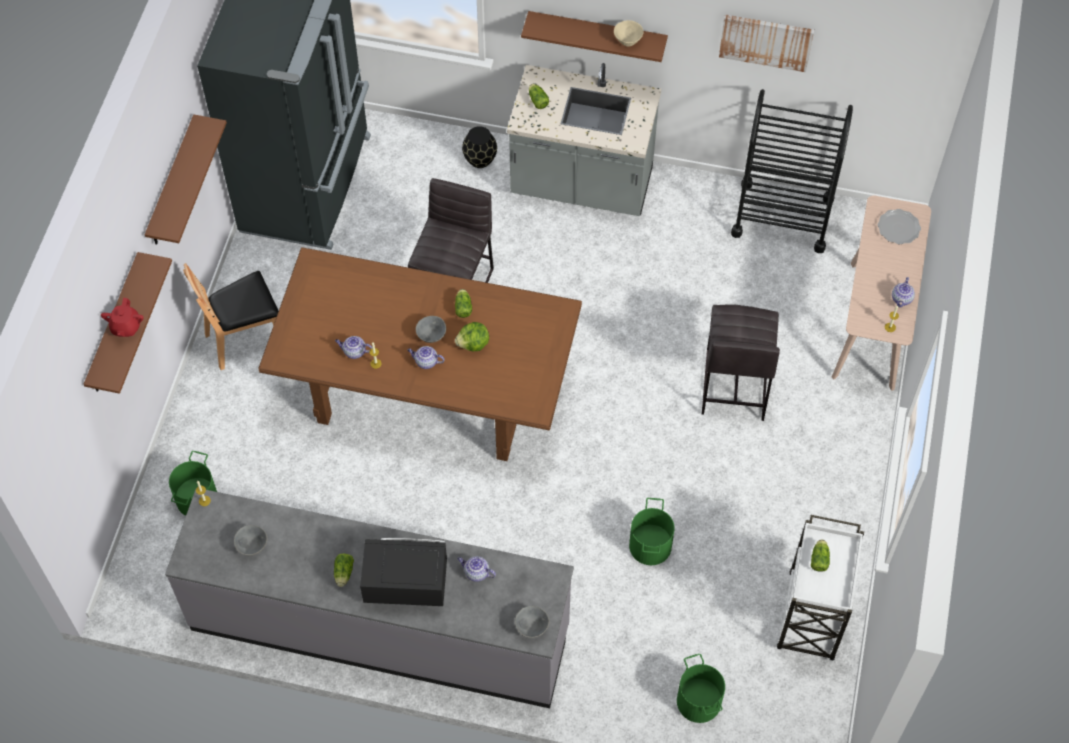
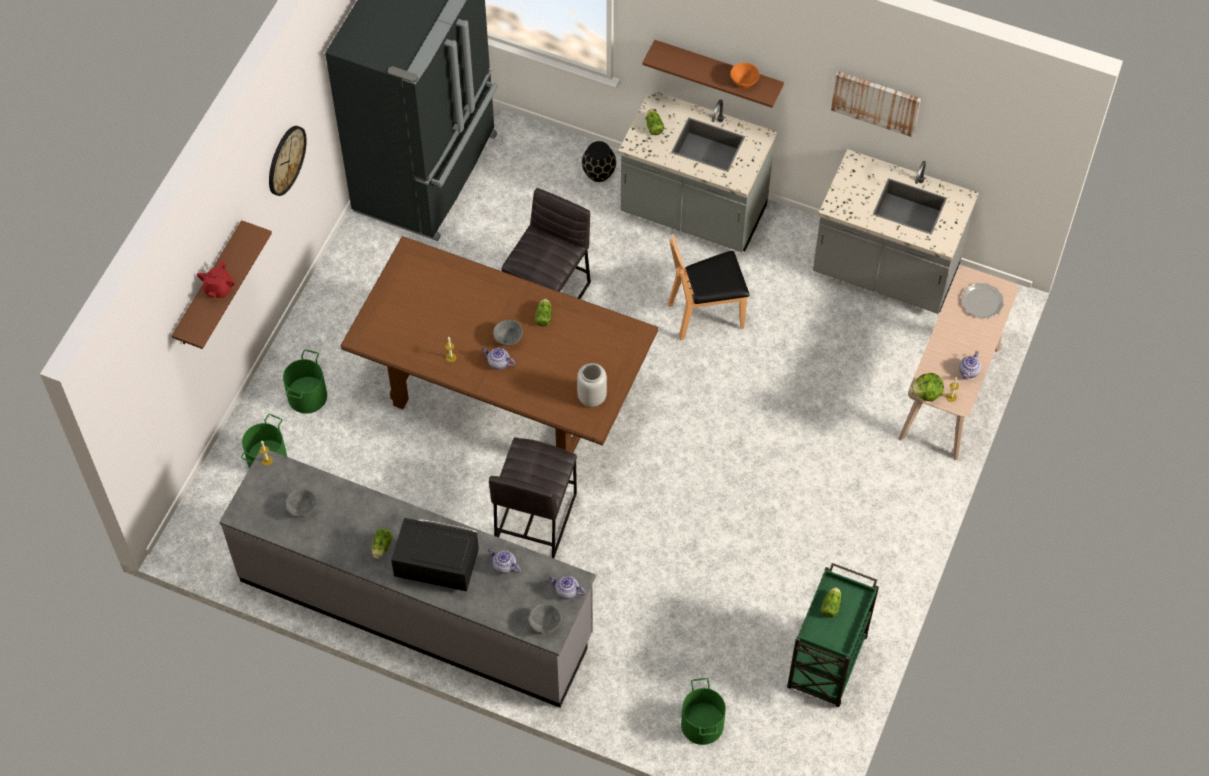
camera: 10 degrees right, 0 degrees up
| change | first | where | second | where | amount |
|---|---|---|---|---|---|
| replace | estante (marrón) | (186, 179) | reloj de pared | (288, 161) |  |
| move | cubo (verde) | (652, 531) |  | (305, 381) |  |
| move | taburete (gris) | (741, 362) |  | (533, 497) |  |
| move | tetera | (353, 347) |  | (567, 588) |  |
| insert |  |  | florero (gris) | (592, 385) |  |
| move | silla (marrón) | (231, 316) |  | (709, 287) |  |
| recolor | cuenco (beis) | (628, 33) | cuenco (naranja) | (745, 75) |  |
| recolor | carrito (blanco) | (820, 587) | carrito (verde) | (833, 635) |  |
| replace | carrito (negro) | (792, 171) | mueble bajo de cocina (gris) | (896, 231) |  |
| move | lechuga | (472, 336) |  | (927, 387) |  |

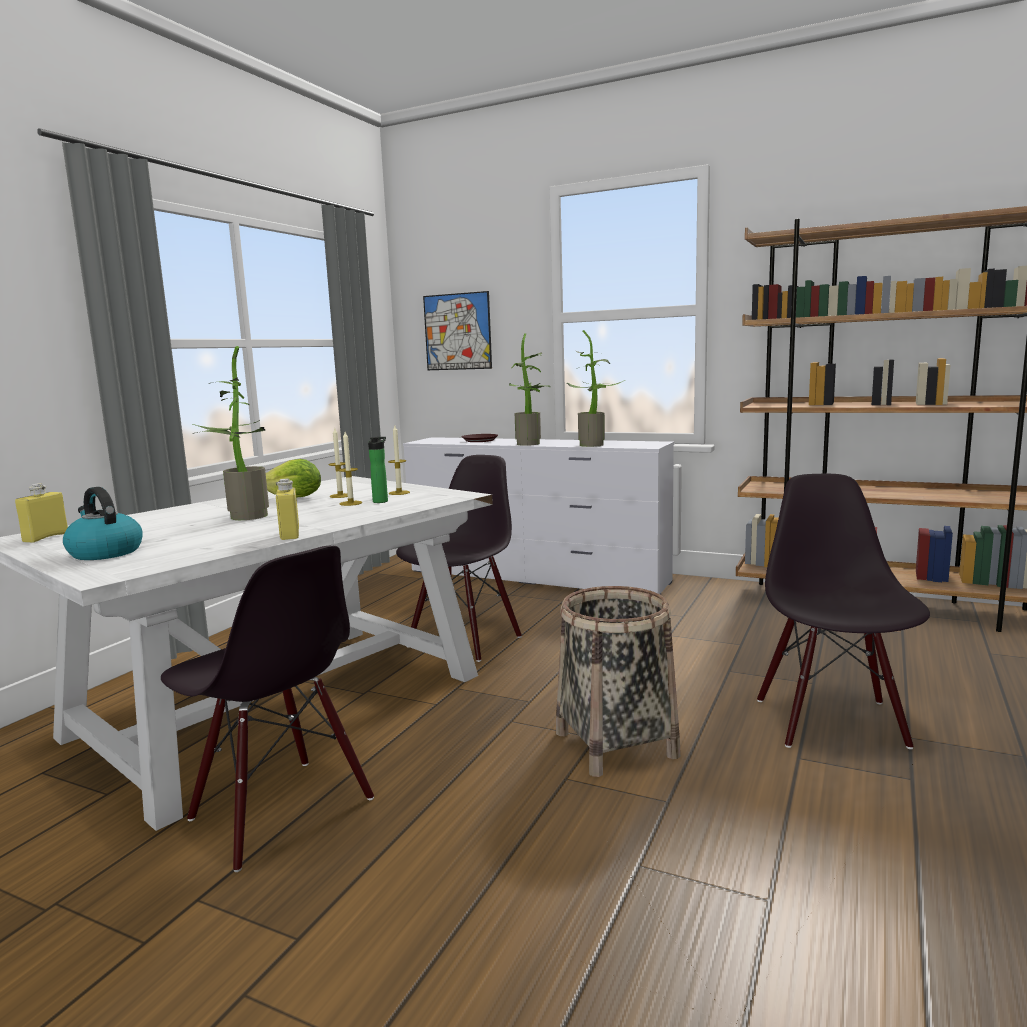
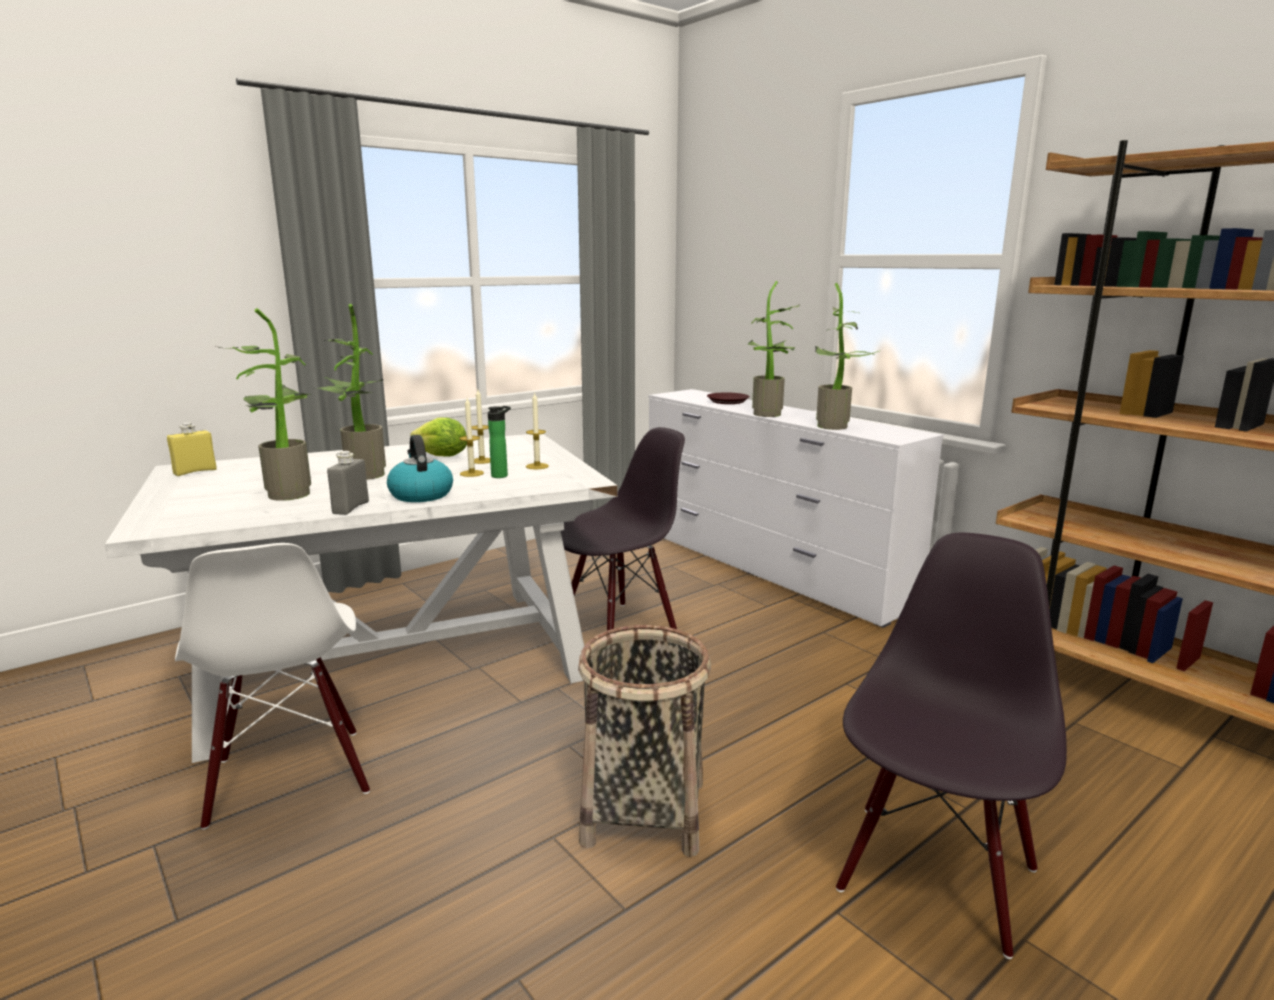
camera: 25 degrees right, 5 degrees up
| change | first | where | second | where | amount |
|---|---|---|---|---|---|
| recolor | silla (negro) | (267, 709) | silla (blanco) | (272, 686) |  |
| insert |  |  | planta en maceta | (264, 404) |  |
| recolor | botella (amarillo) | (287, 509) | botella (gris) | (348, 483) |  |
| move | hervidor | (103, 523) |  | (420, 468) |  |
| delete | cuadro | (457, 330) |  |  |  |

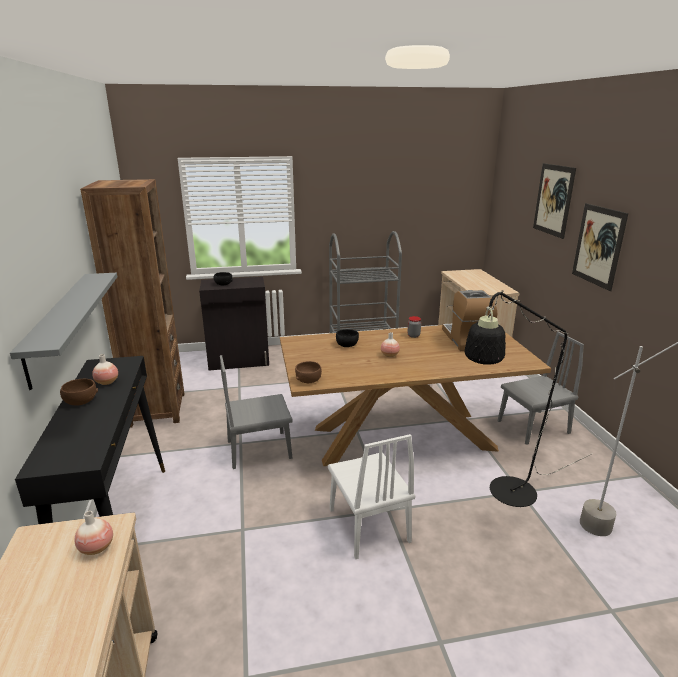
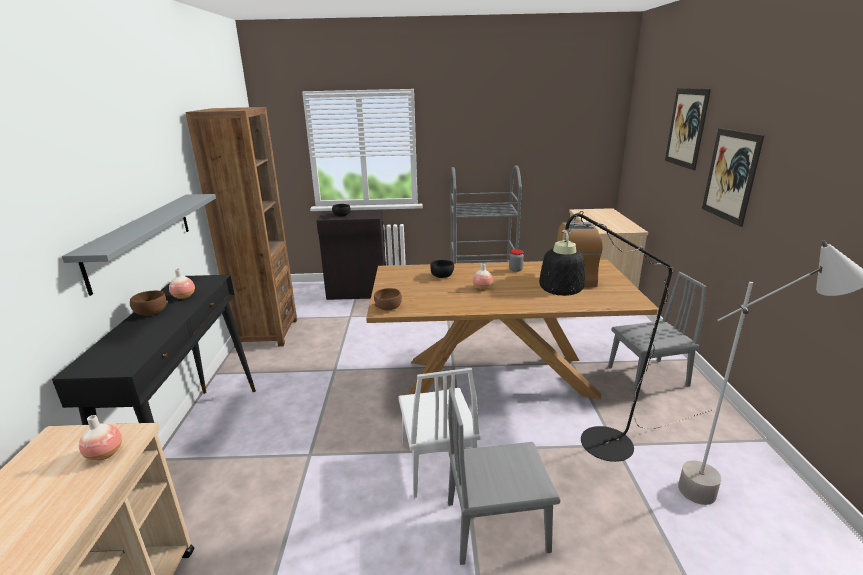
camera: 10 degrees right, 0 degrees up
| change | first | where | second | where | amount |
|---|---|---|---|---|---|
| move | silla (gris) | (256, 412) |  | (504, 476) |  |

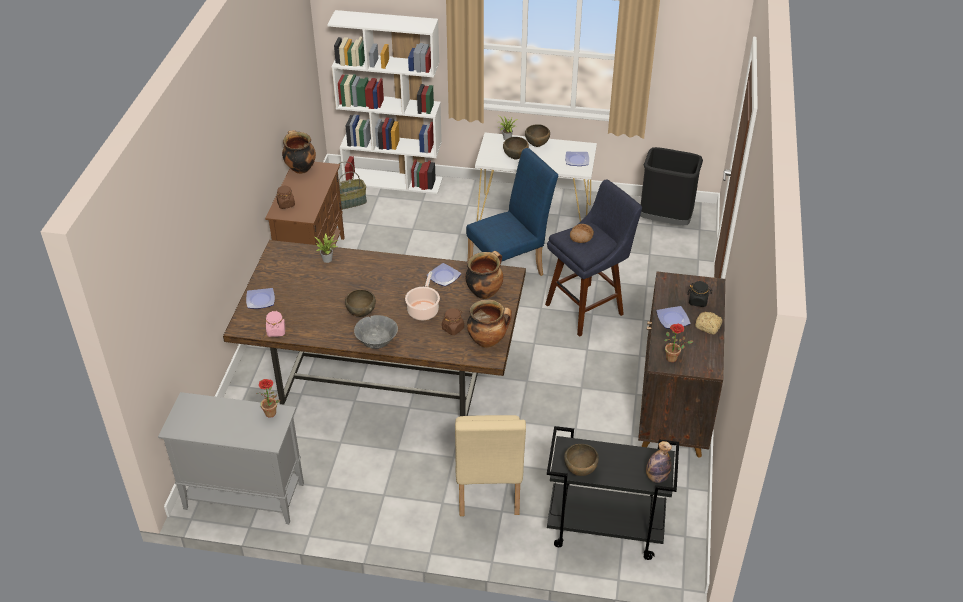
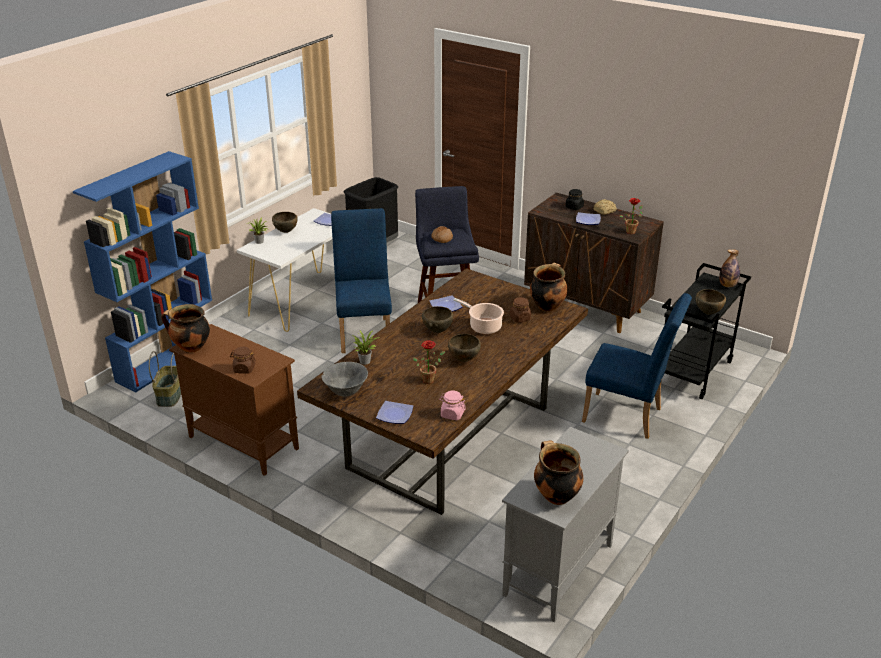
camera: 65 degrees left, 10 degrees down
| change | first | where | second | where | amount |
|---|---|---|---|---|---|
| recolor | estantería (blanco) | (385, 102) | estantería (azul) | (142, 271) |  |
| move | cuenco (gris) | (376, 332) |  | (344, 379) |  |
| move | planta en maceta | (268, 398) |  | (429, 362) |  |
| move | cuenco (marrón) | (516, 148) |  | (437, 319) |  |
| move | olla | (484, 275) |  | (558, 473) |  |
| recolor | silla (beis) | (490, 465) | silla (azul) | (637, 366) |  |

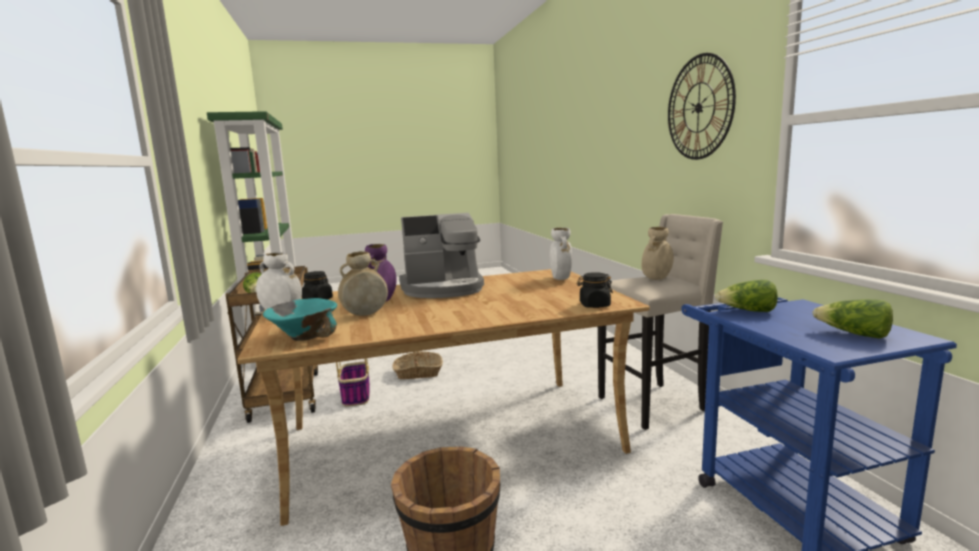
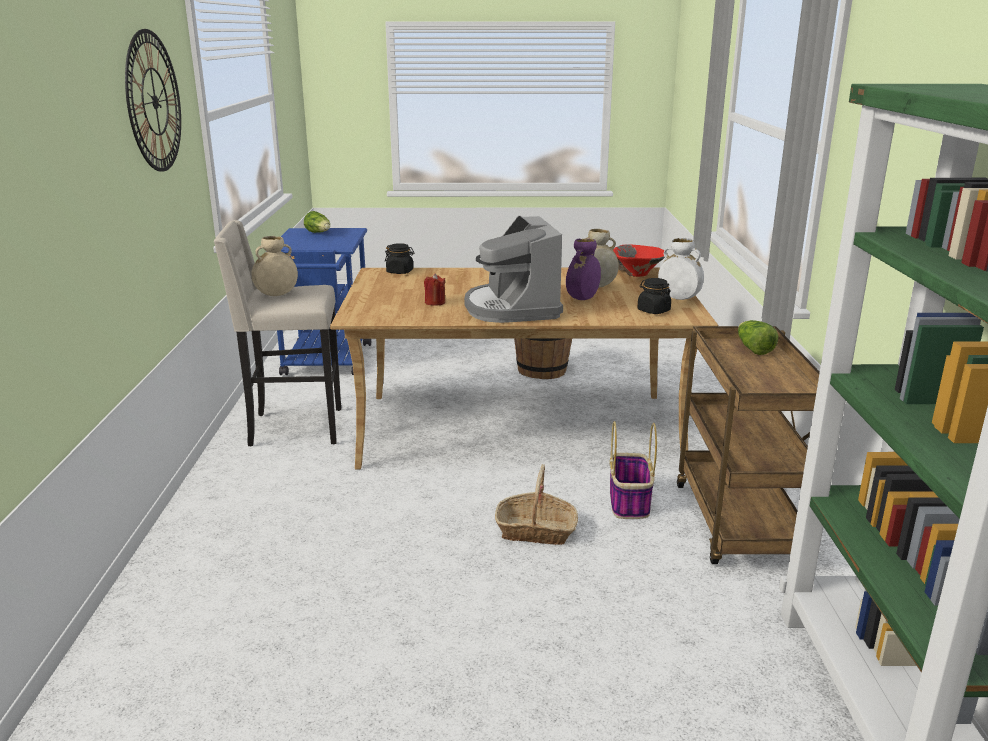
camera: 165 degrees left, 10 degrees up
| change | first | where | second | where | amount |
|---|---|---|---|---|---|
| insert |  |  | vela (rojo) | (434, 290) |  |
| rotate | cafetera | (441, 255) |  | (513, 269) | 105 degrees counterclockwise |
| recolor | cuenco (turquesa) | (300, 319) | cuenco (rojo) | (639, 260) |  |
| delete | florero (blanco) | (561, 254) |  |  |  |
| delete | lechuga | (746, 296) |  |  |  |

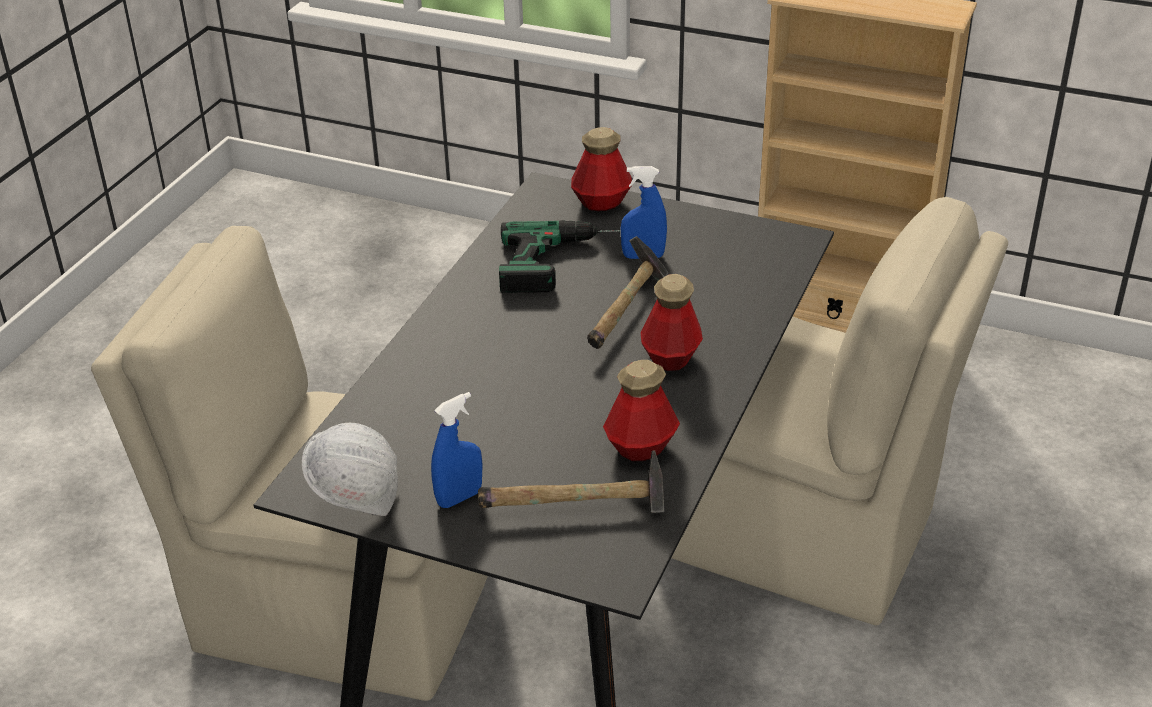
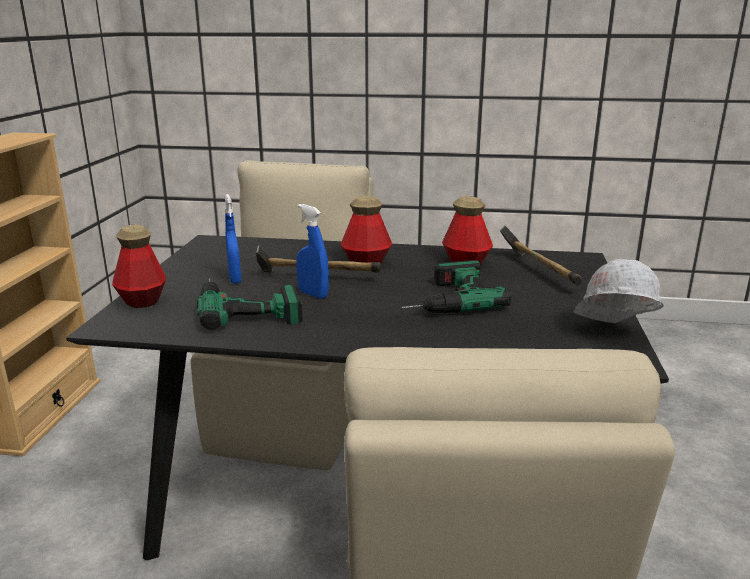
camera: 105 degrees left, 15 degrees down
| change | first | where | second | where | amount |
|---|---|---|---|---|---|
| move | pulverizador (azul) | (457, 450) |  | (312, 251) |  |
| insert |  |  | taladro | (456, 286) |  |

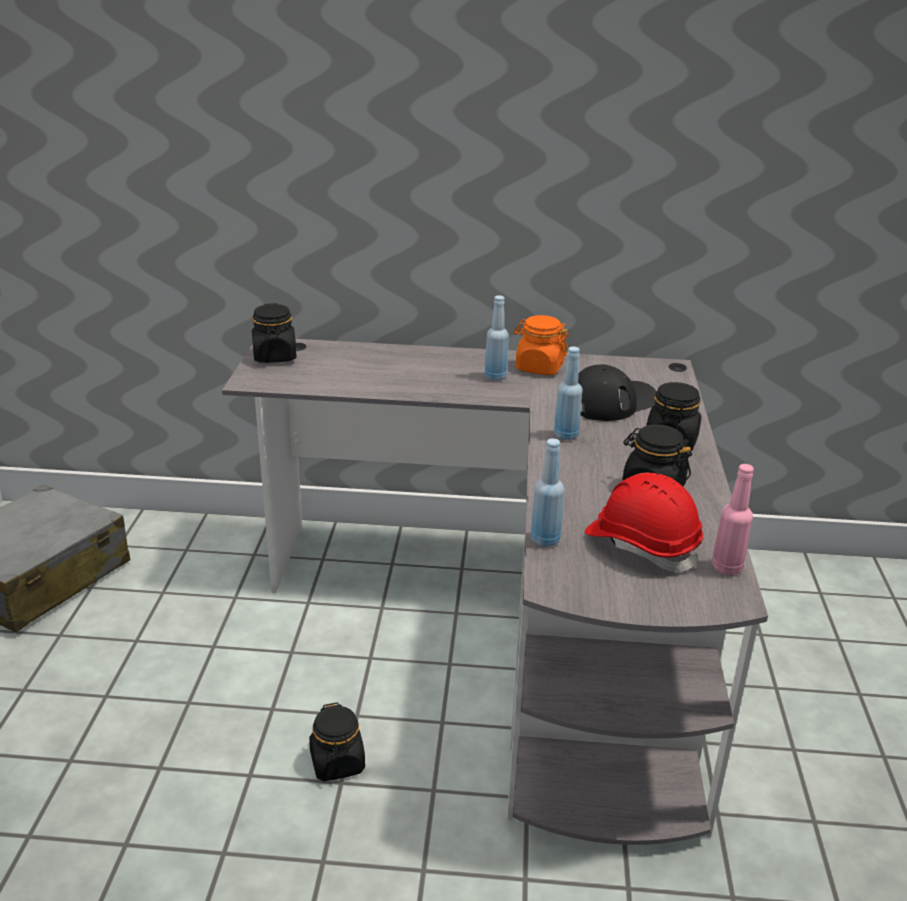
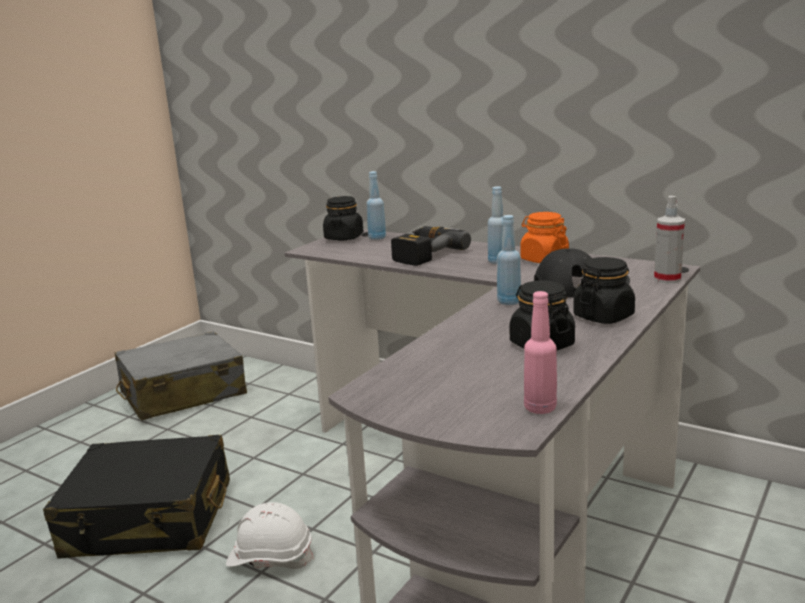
camera: 30 degrees right, 10 degrees down
| change | first | where | second | where | amount |
|---|---|---|---|---|---|
| insert |  |  | maleta (negro) | (136, 496) |  |
| replace | tarro (negro) | (337, 741) | casco (blanco) | (270, 535) |  |
| move | botella (azul) | (548, 493) |  | (376, 205) |  |
| insert |  |  | taladro | (431, 246) |  |
| insert |  |  | pulverizador | (669, 239) |  |
| delete | casco (rojo) | (644, 522) |  |  |  |

